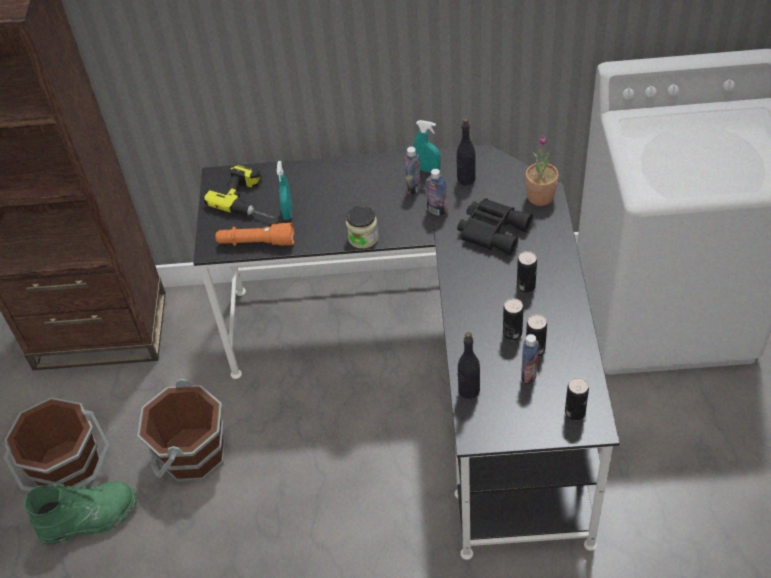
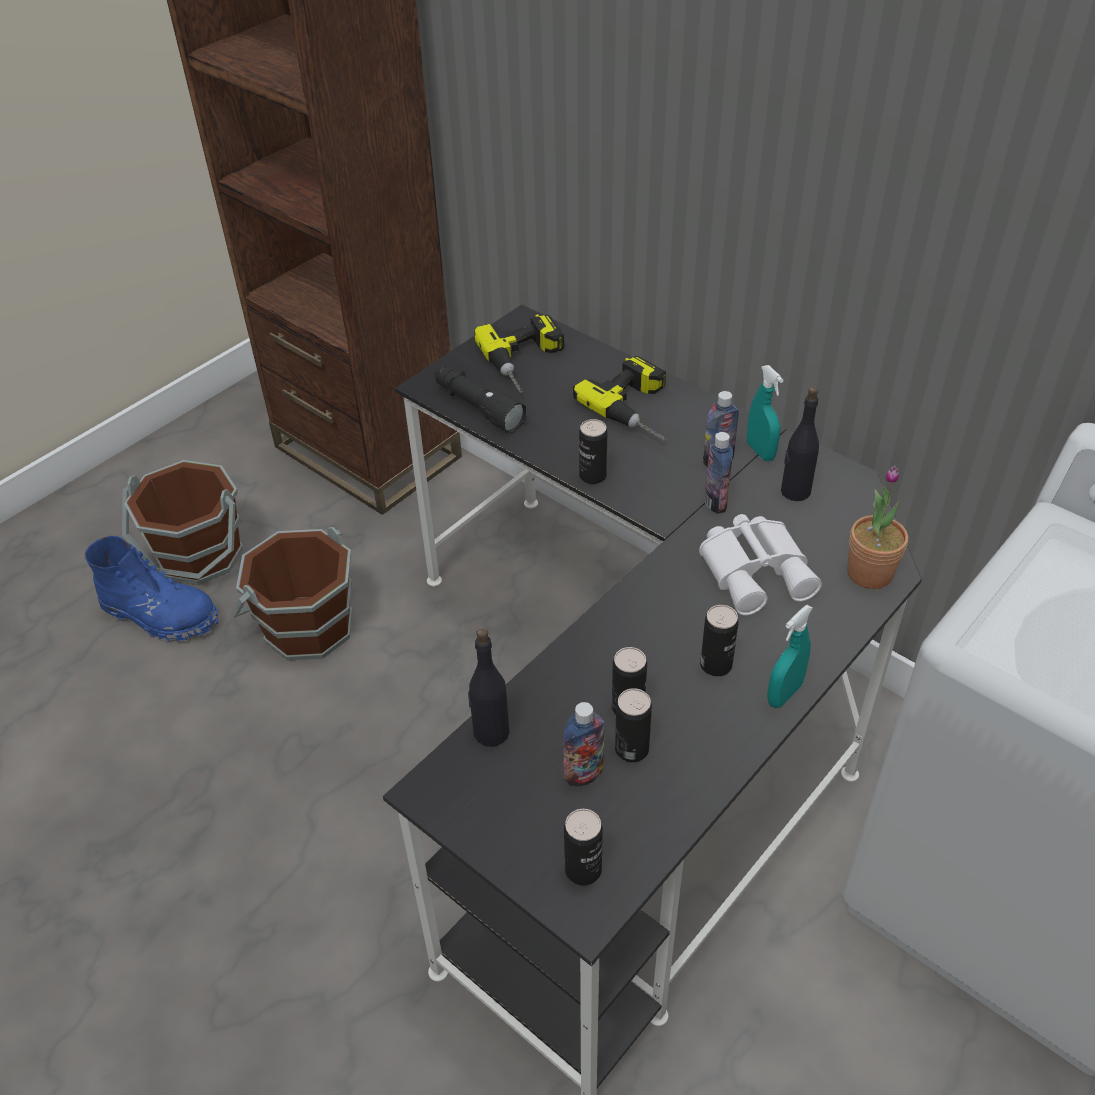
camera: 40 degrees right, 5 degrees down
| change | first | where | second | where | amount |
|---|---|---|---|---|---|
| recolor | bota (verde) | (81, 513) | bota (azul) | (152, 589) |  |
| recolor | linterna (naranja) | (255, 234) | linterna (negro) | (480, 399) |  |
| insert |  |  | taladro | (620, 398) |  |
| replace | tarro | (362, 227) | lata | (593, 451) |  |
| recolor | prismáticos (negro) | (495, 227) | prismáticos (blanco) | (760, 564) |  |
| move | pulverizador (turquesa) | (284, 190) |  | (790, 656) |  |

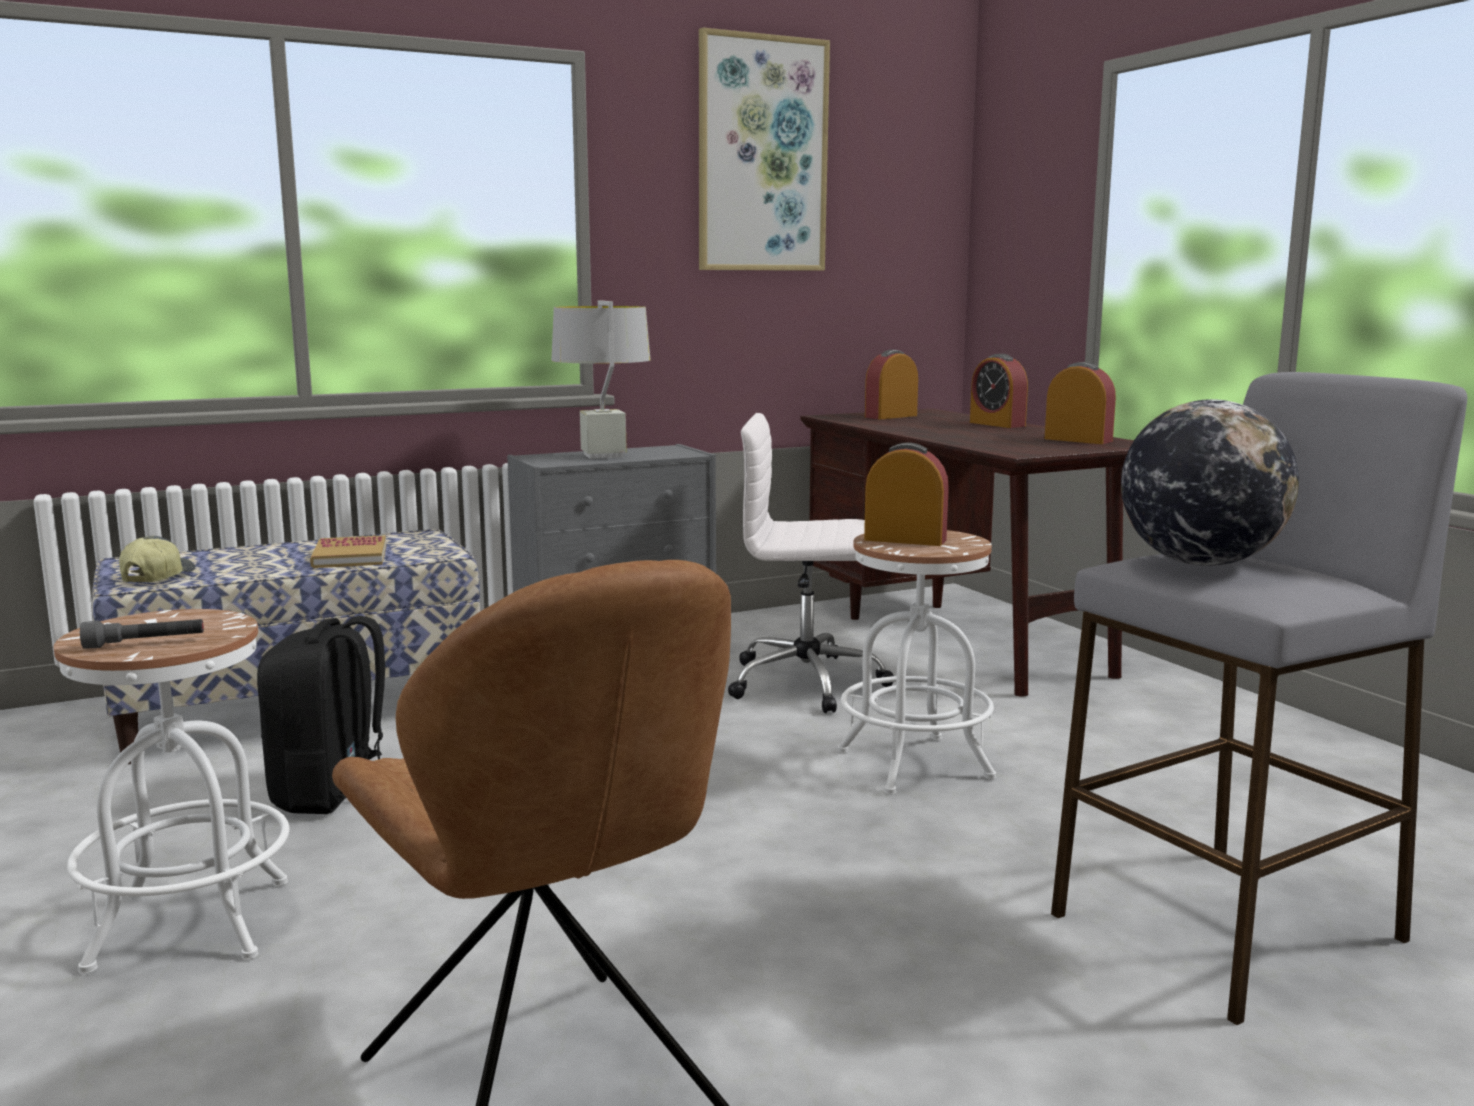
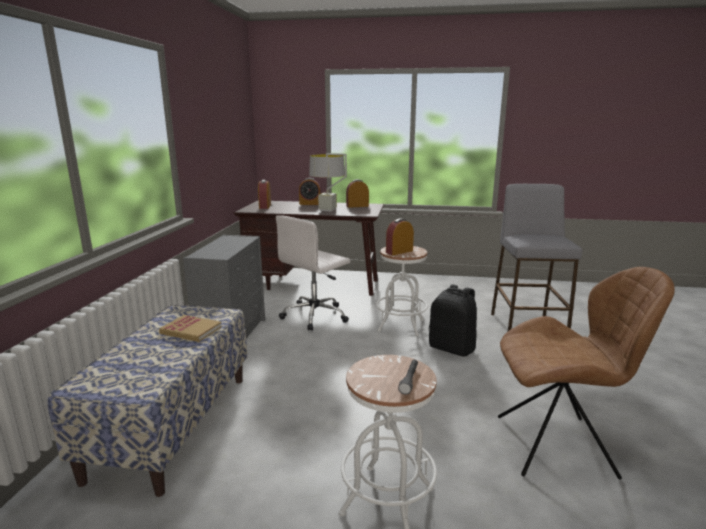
camera: 55 degrees left, 5 degrees up
| change | first | where | second | where | amount |
|---|---|---|---|---|---|
| move | lámpara de mesa (gris) | (601, 380) |  | (328, 182) |  |
| move | mochila (negro) | (321, 715) |  | (453, 320) |  |
| delete | gorra | (157, 559) |  |  |  |
| delete | cuadro | (764, 149) |  |  |  |
| delete | globo terráqueo | (1210, 482) |  |  |  |

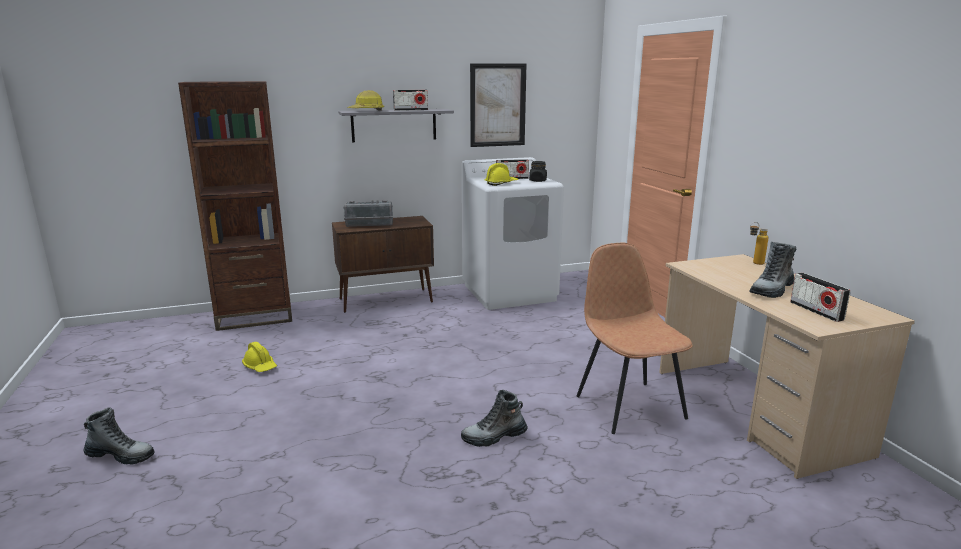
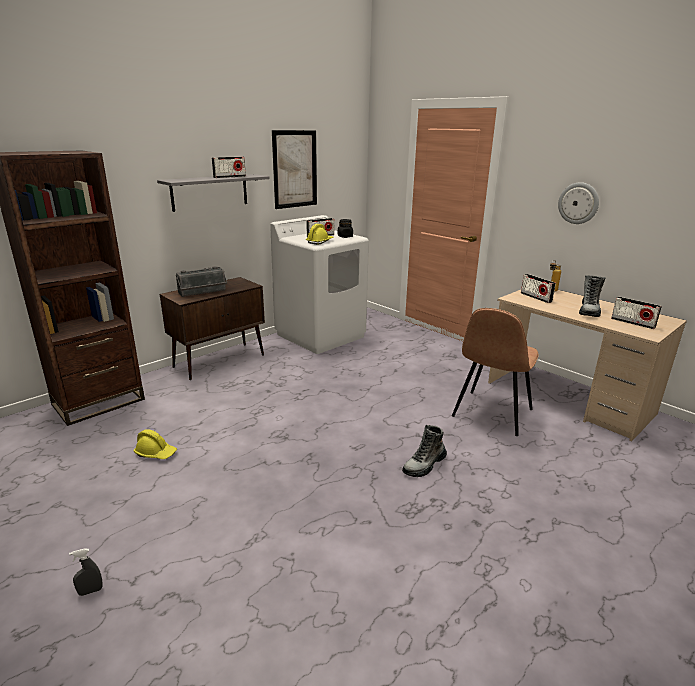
camera: 25 degrees left, 5 degrees up
| change | first | where | second | where | amount |
|---|---|---|---|---|---|
| replace | bota | (119, 436) | pulverizador (gris) | (86, 572) |  |
| rotate | silla (marrón) | (635, 338) |  | (495, 372) | 105 degrees counterclockwise |
| insert |  |  | radio | (538, 288) |  |
| insert |  |  | reloj de pared | (578, 203) |  |
| delete | casco | (365, 100) |  |  |  |

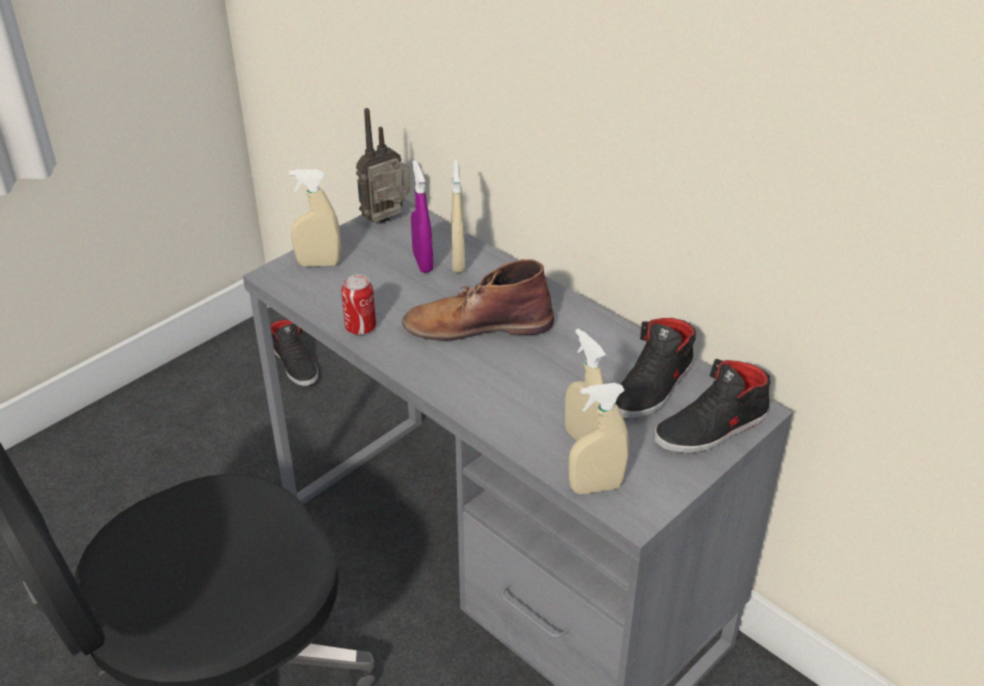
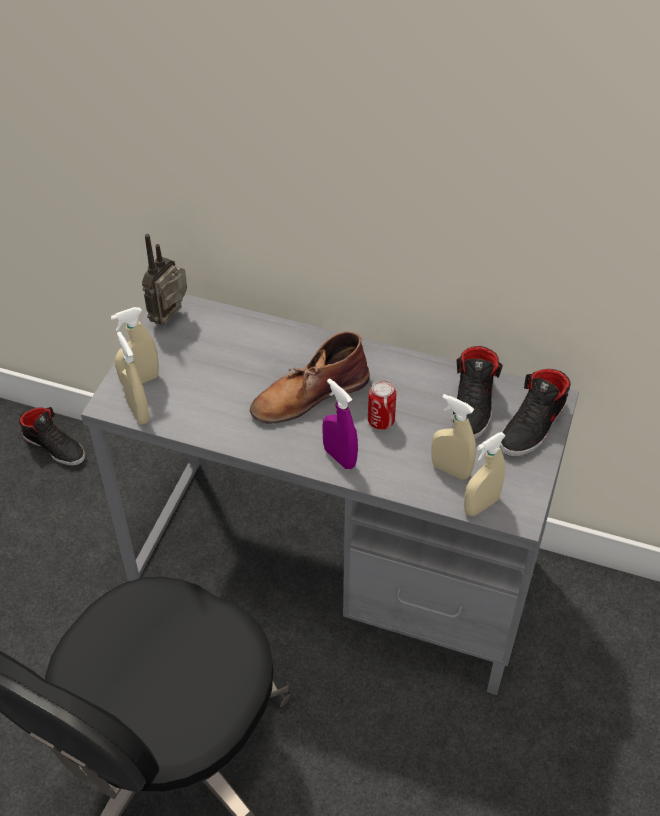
camera: 25 degrees left, 10 degrees up
| change | first | where | second | where | amount |
|---|---|---|---|---|---|
| move | pulverizador (beis) | (458, 216) |  | (133, 377) |  |
| move | pulverizador (morado) | (422, 216) |  | (340, 424) |  |
| move | lata | (358, 304) |  | (382, 405) |  |

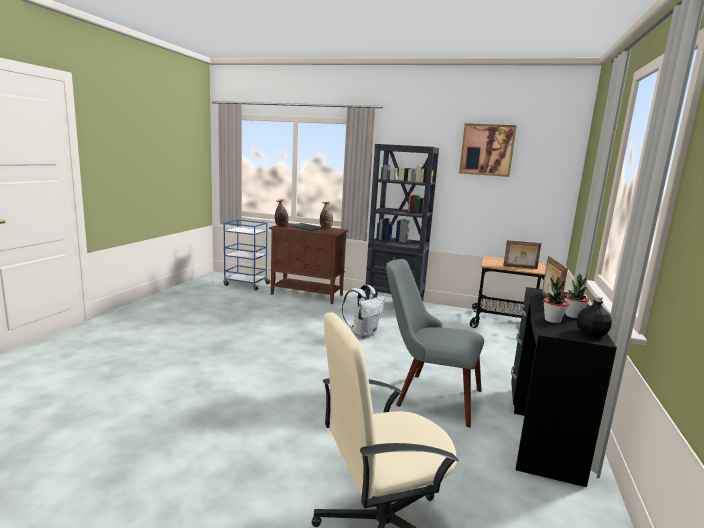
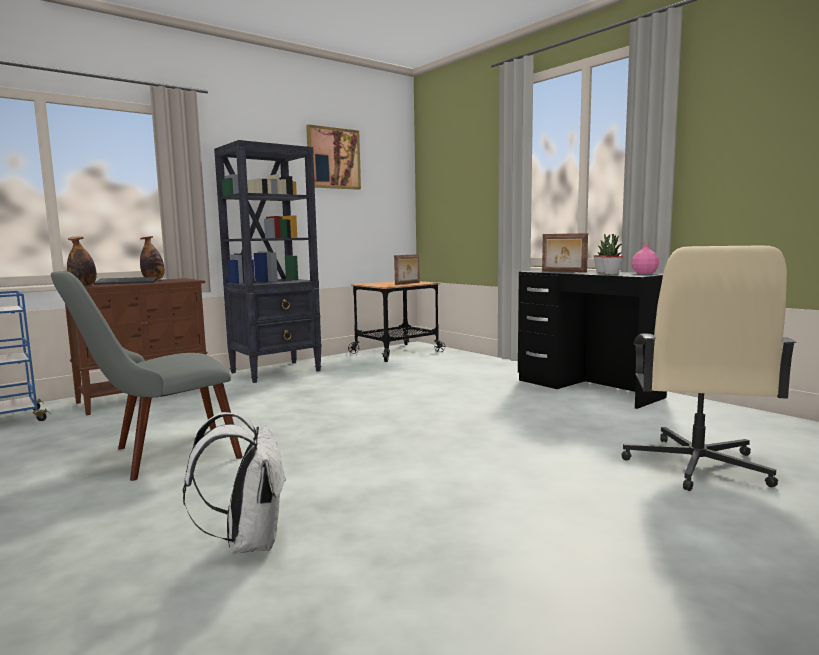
camera: 55 degrees left, 5 degrees down
| change | first | where | second | where | amount |
|---|---|---|---|---|---|
| move | silla (gris) | (435, 343) |  | (147, 376) |  |
| move | mochila (blanco) | (363, 311) |  | (234, 483) |  |
| recolor | botella (negro) | (594, 316) | botella (rosa) | (645, 257) |  |

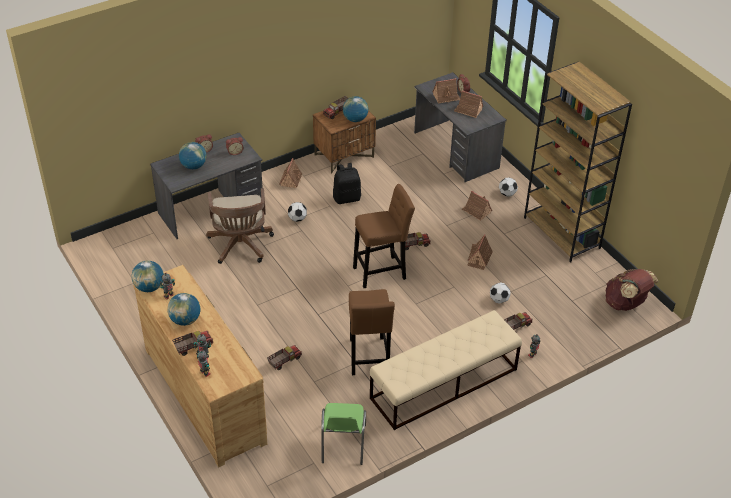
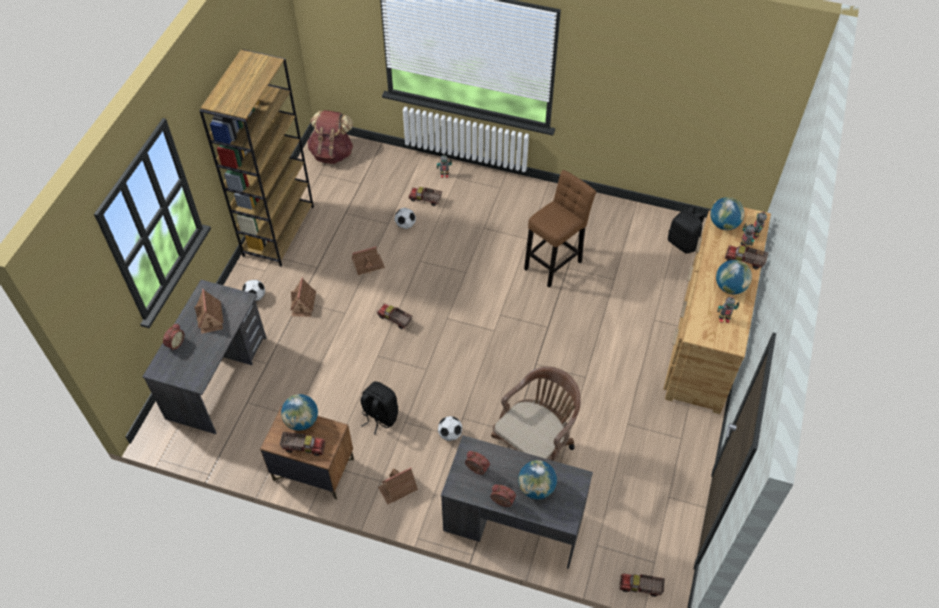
camera: 130 degrees left, 10 degrees up
| change | first | where | second | where | amount |
|---|---|---|---|---|---|
| move | camión de juguete | (284, 357) |  | (642, 585) |  |
| insert |  |  | mochila (negro) | (686, 230) |  |
| move | globo terráqueo | (148, 276) |  | (727, 213) |  |
| delete | silla (verde) | (343, 434) |  |  |  |
| delete | taburete (marrón) | (384, 236) |  |  |  |
| delete | banco (beis) | (446, 370) |  |  |  |
| delete | casita | (446, 91) |  |  |  |

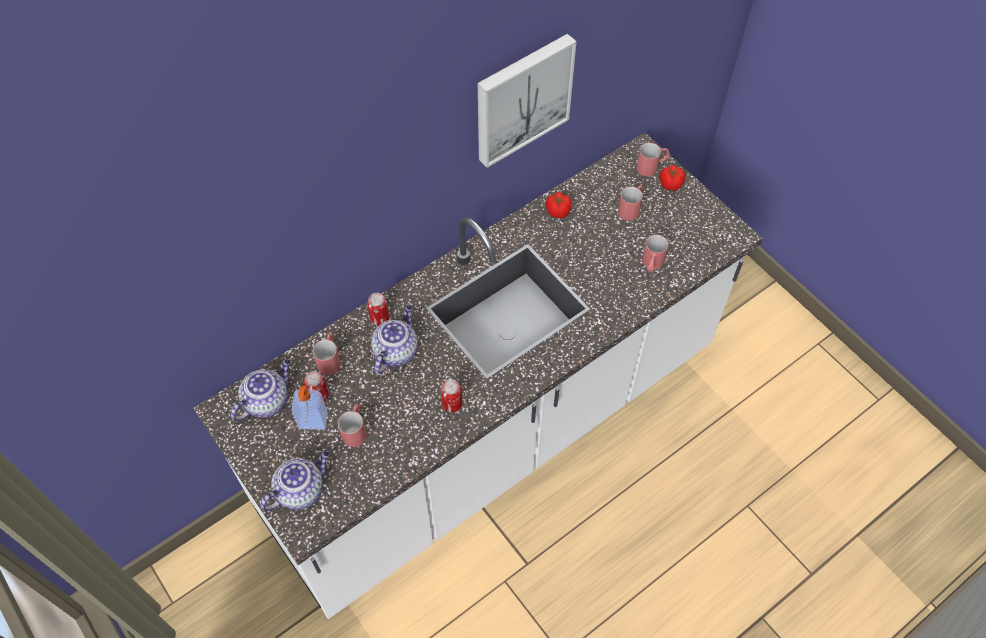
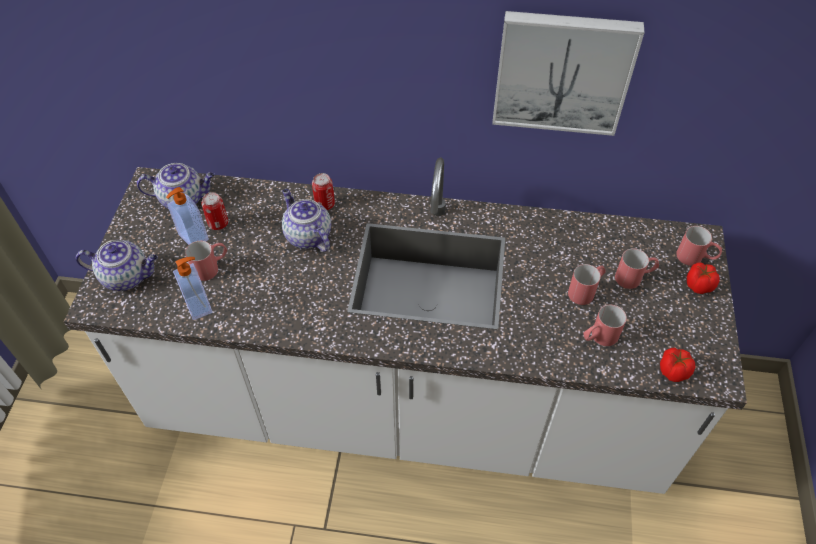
camera: 45 degrees right, 5 degrees down
| change | first | where | second | where | amount |
|---|---|---|---|---|---|
| insert |  |  | dispensador de jabón | (192, 288) |  |
| rotate | tetera | (394, 339) |  | (306, 220) | 105 degrees counterclockwise |
| move | taza grande (rojo) | (327, 354) |  | (587, 284) |  |
| move | tomate | (558, 205) |  | (677, 365) |  |
| delete | lata | (451, 395) |  |  |  |

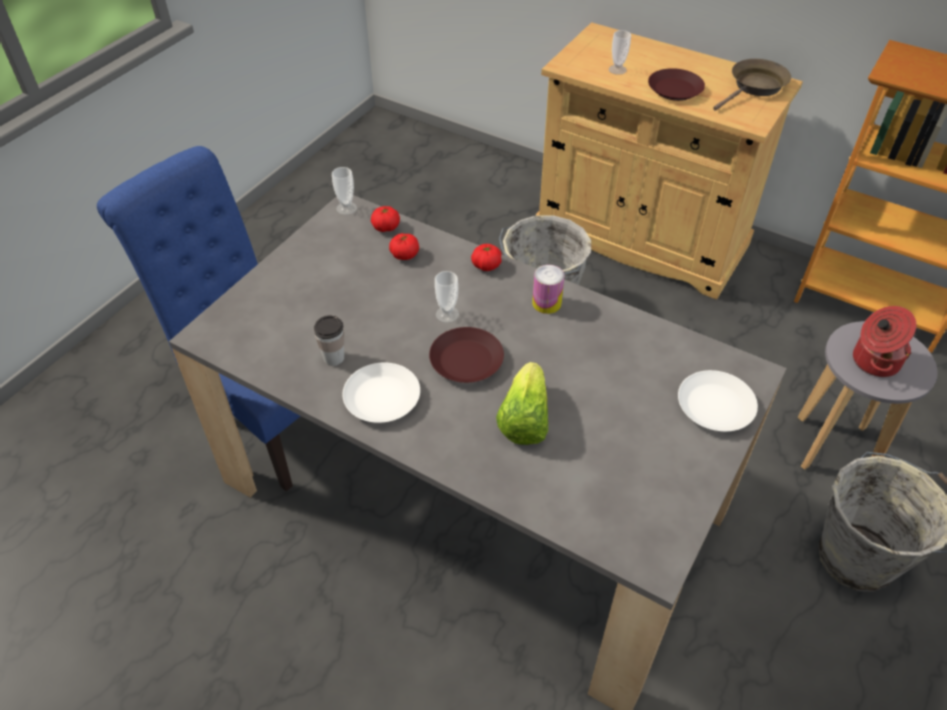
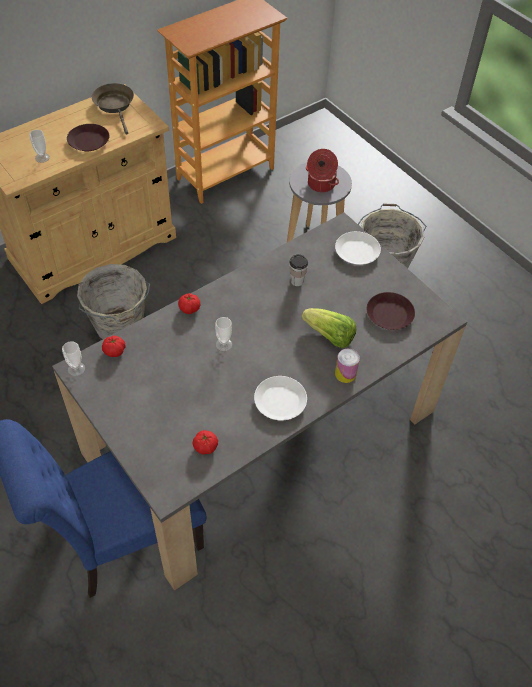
camera: 70 degrees left, 5 degrees up
| change | first | where | second | where | amount |
|---|---|---|---|---|---|
| move | tomate | (404, 246) |  | (205, 442) |  |
| move | taza | (329, 340) |  | (298, 270) |  |
| move | lata | (548, 289) |  | (347, 366) |  |
| move | plato (marrón) | (466, 355) |  | (390, 311) |  |

